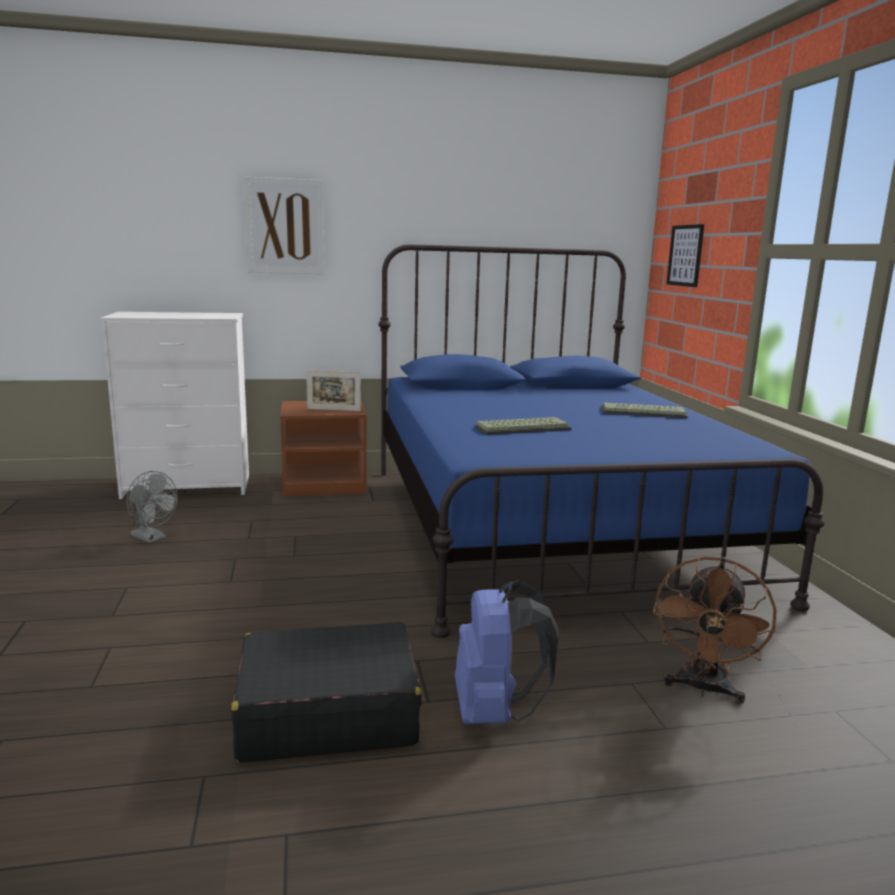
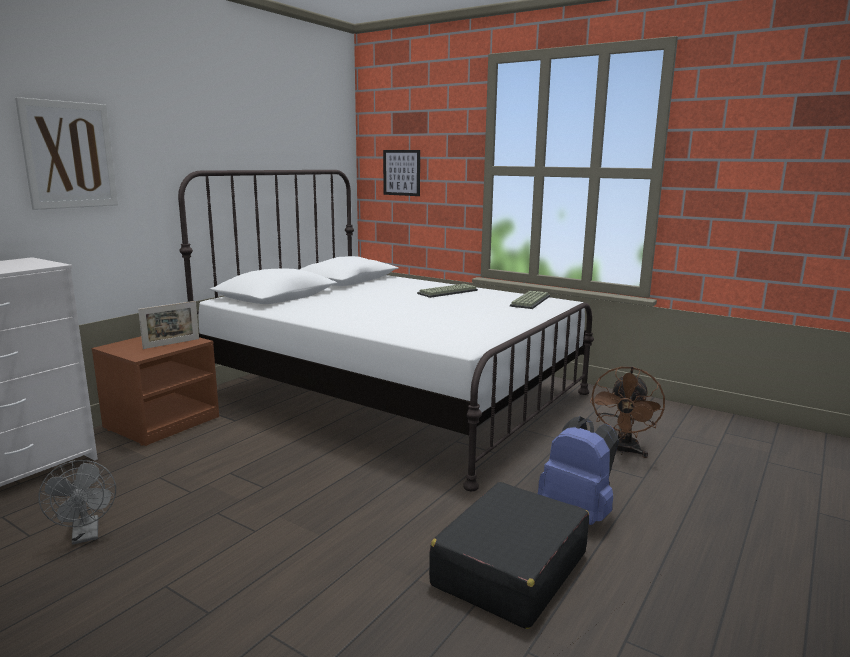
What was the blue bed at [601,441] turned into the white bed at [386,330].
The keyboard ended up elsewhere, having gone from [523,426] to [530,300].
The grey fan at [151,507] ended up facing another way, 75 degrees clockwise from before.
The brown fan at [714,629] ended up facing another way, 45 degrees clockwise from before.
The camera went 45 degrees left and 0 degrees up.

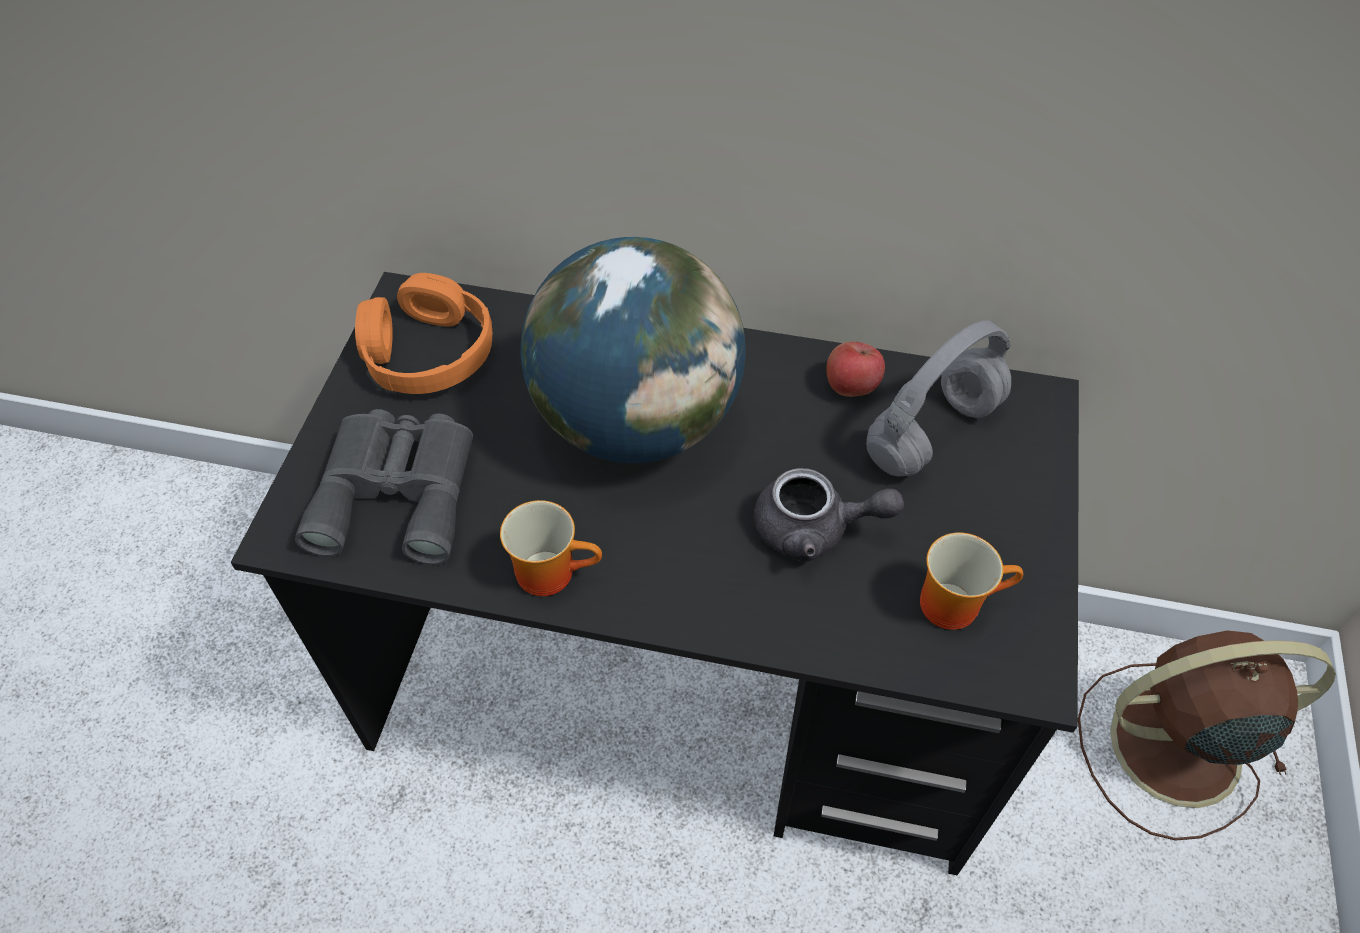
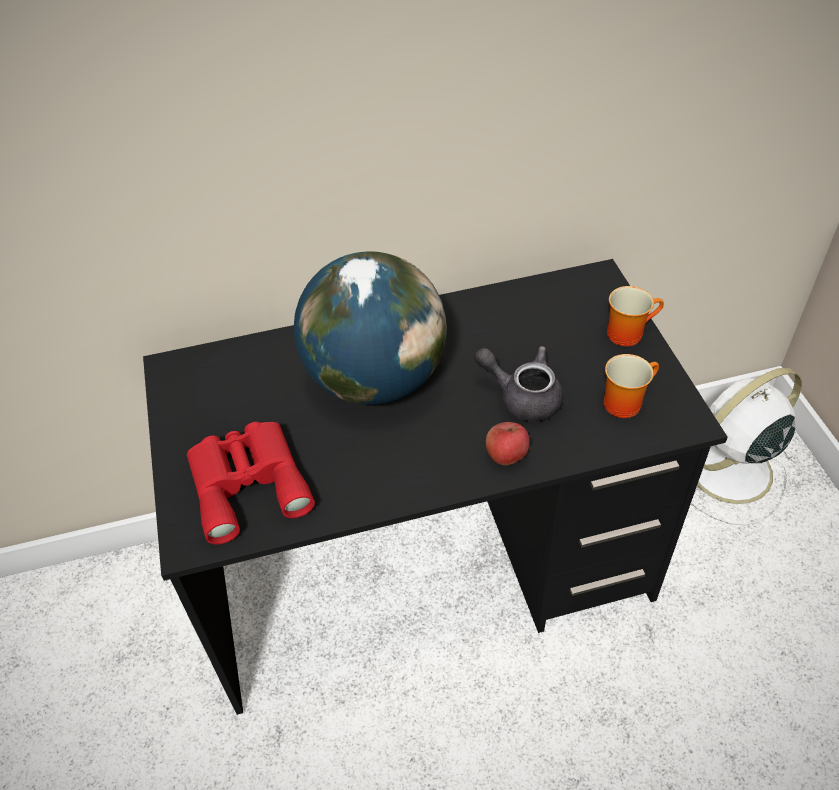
The second view lost the orange headphones at [424,333].
The second view lost the grey headphones at [938,398].
The apple ended up elsewhere, having gone from [855,369] to [508,443].
What was the grey binoculars at [384,487] turned into the red binoculars at [251,483].
The grey teapot at [829,515] ended up facing another way, 135 degrees counterclockwise from before.
The mug ended up elsewhere, having gone from [551,548] to [635,316].
What was the brown fan at [1207,735] turned into the white fan at [746,446].
The camera went 25 degrees left and 5 degrees down.

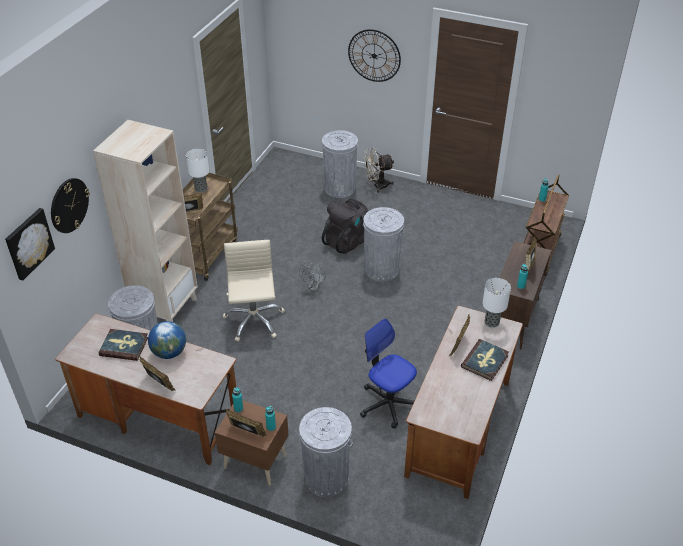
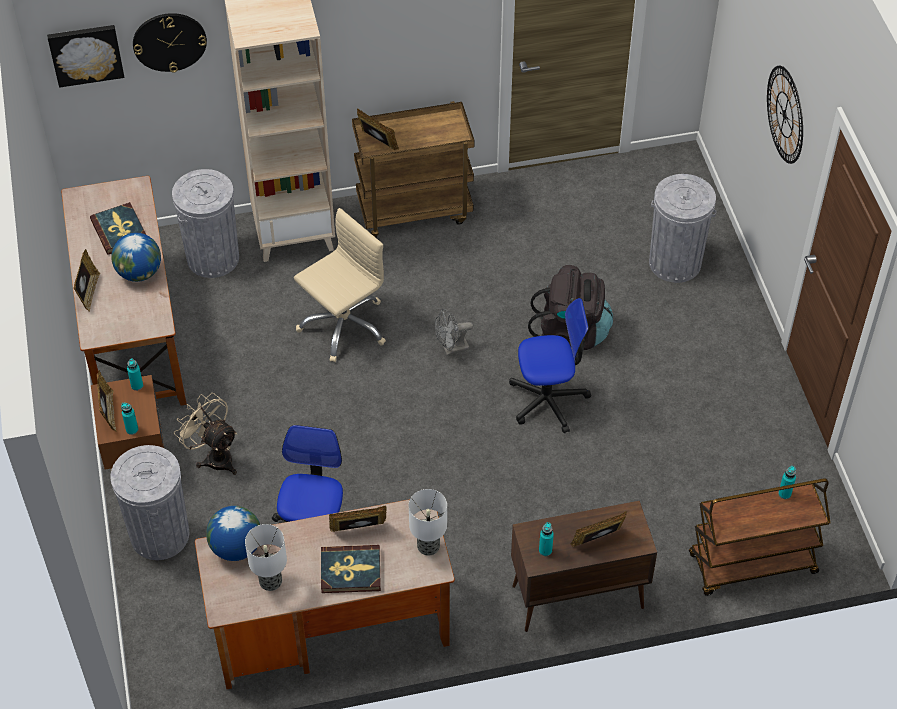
The beige fan ended up elsewhere, having gone from [379,170] to [205,434].
The table lamp ended up elsewhere, having gone from [197,171] to [266,557].
Where the grey trash can stood at [383,244], the office chair came to stand at [550,365].
The second view gained the globe at [233,533].
The camera went 55 degrees right and 10 degrees up.

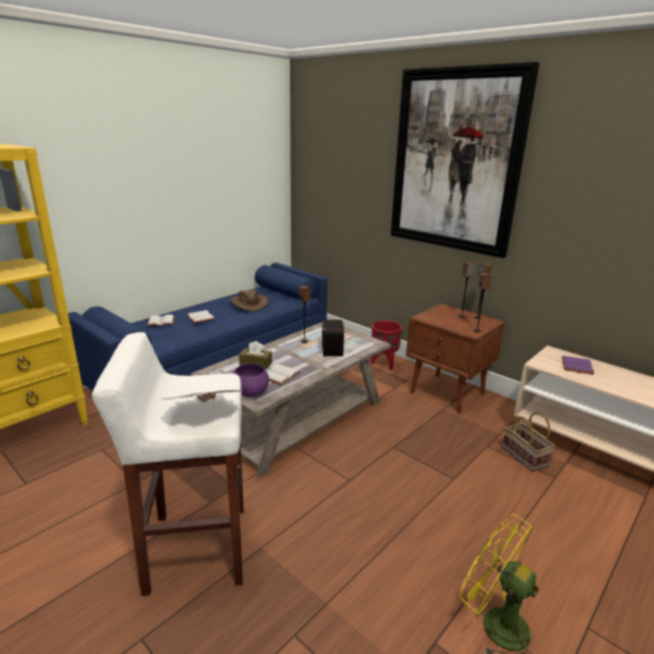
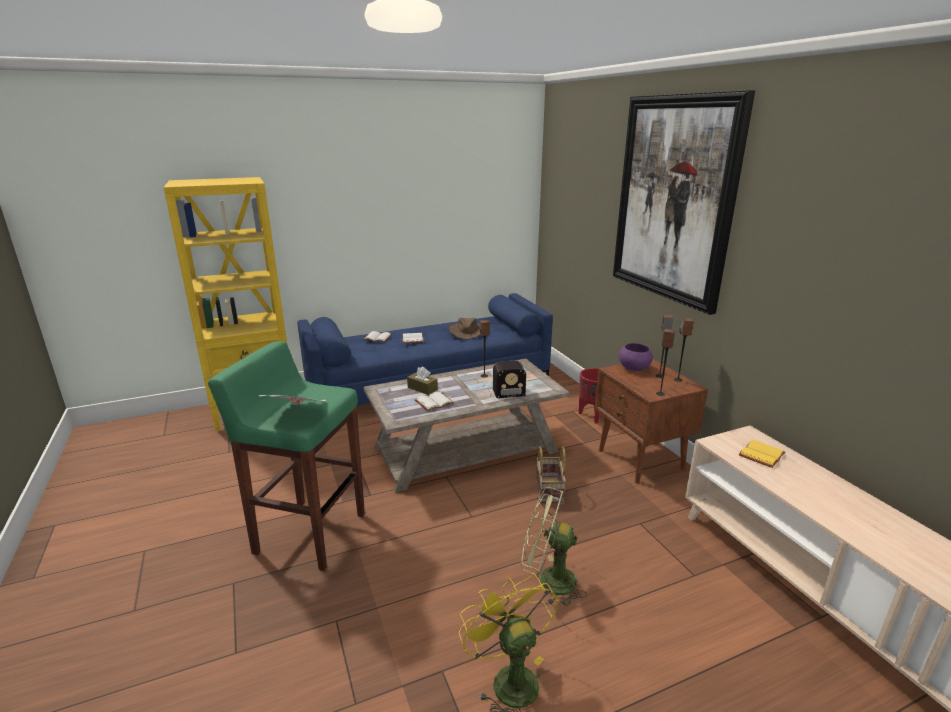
The radio at [328,342] ended up facing another way, 60 degrees clockwise from before.
What was the white stool at [168,464] turned into the green stool at [286,456].
What was the purple book at [577,365] turned into the yellow book at [762,454].
The purple bowl ended up elsewhere, having gone from [251,380] to [636,357].
The basket ended up elsewhere, having gone from [528,442] to [551,475].
The second view gained the green fan at [554,546].
The camera went 25 degrees right and 0 degrees up.

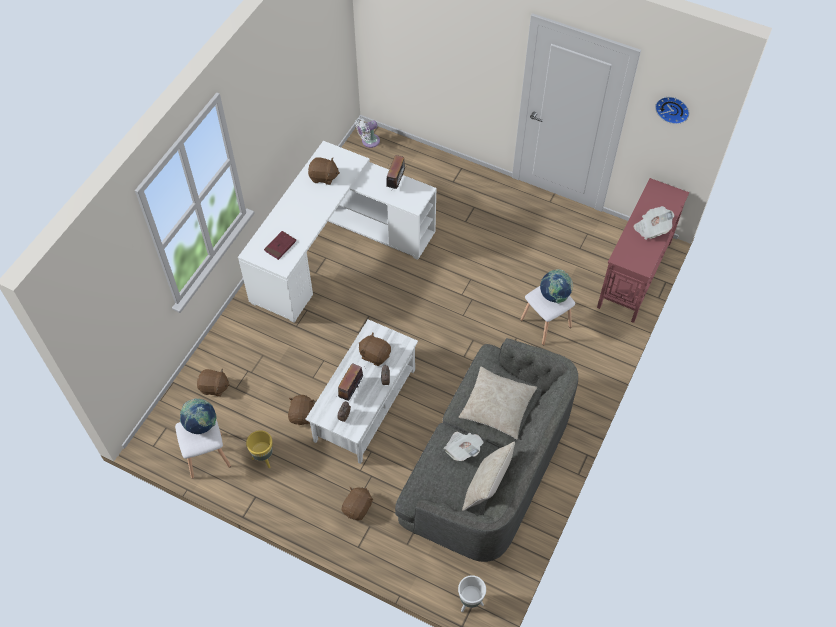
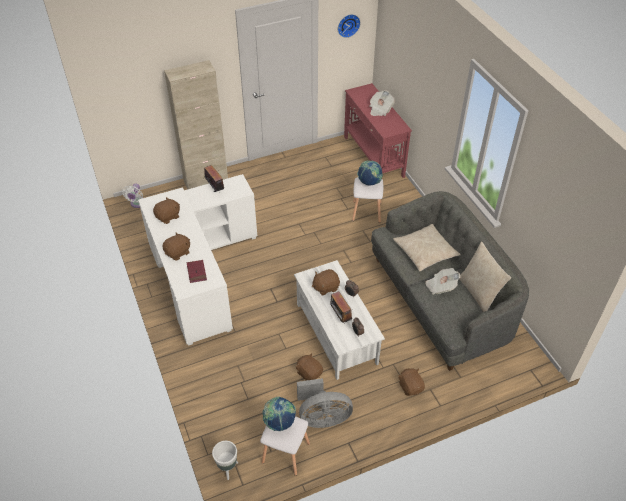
The brown plush toy ended up elsewhere, having gone from [213,383] to [176,246].
Where the yellow planter stood at [259,449], the grey fan came to stand at [325,403].
The white planter ended up elsewhere, having gone from [472,593] to [225,460].
The second view gained the beige cabinet at [196,124].
The camera went 50 degrees left and 10 degrees down.

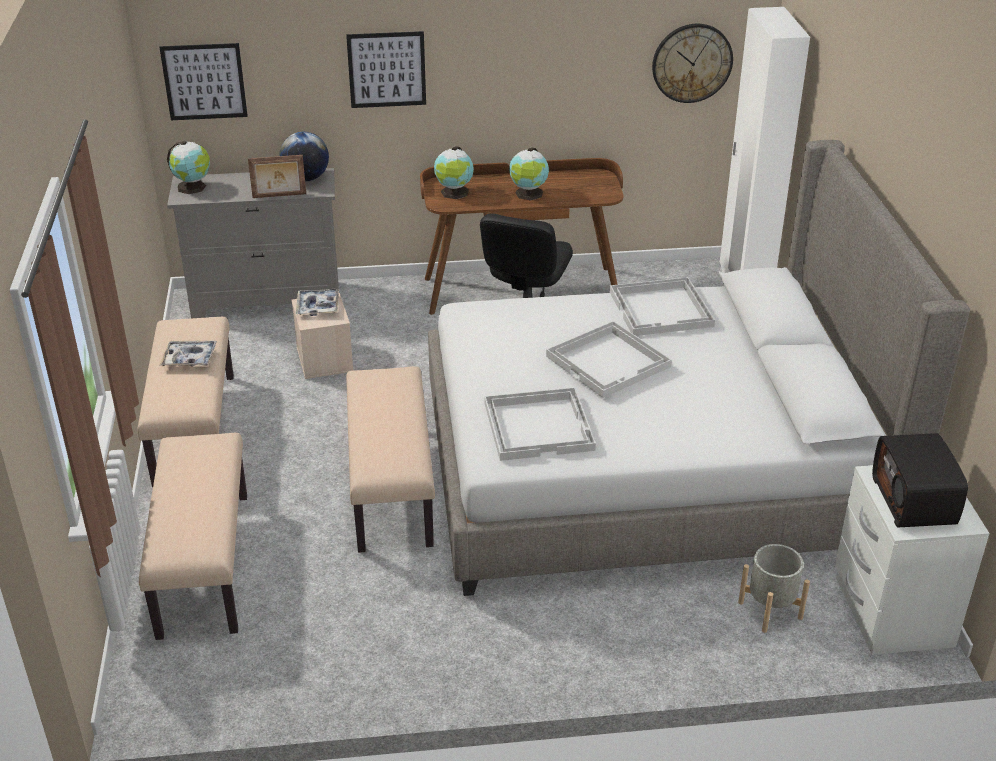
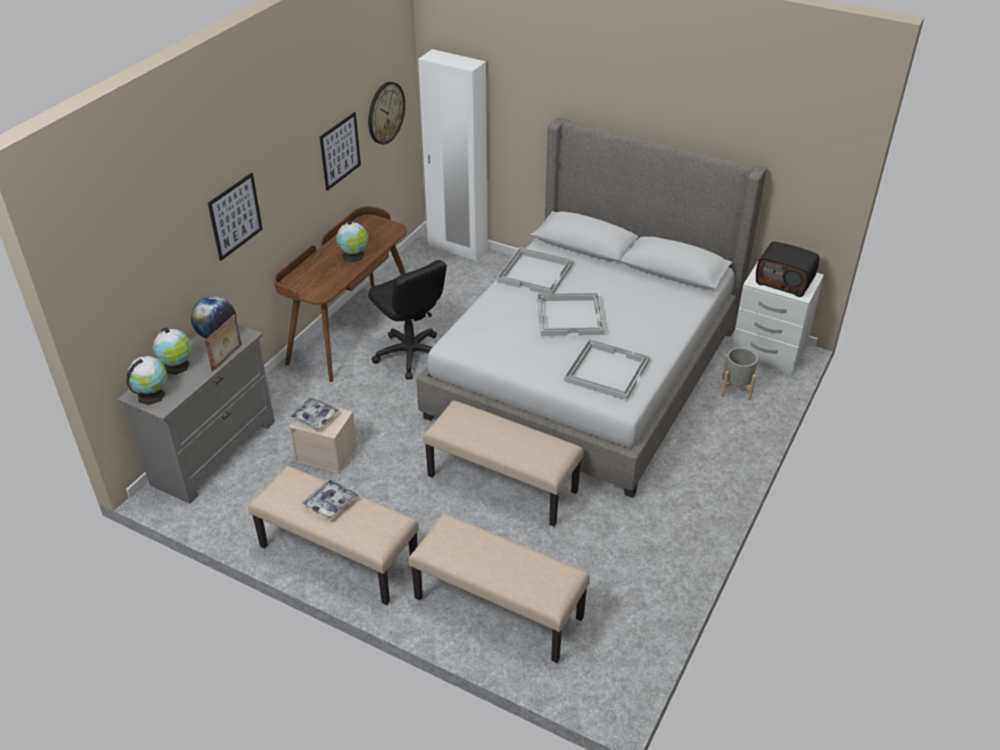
The picture ended up elsewhere, having gone from [203,81] to [340,151].
The globe ended up elsewhere, having gone from [454,172] to [172,351].
The camera went 55 degrees left and 5 degrees up.

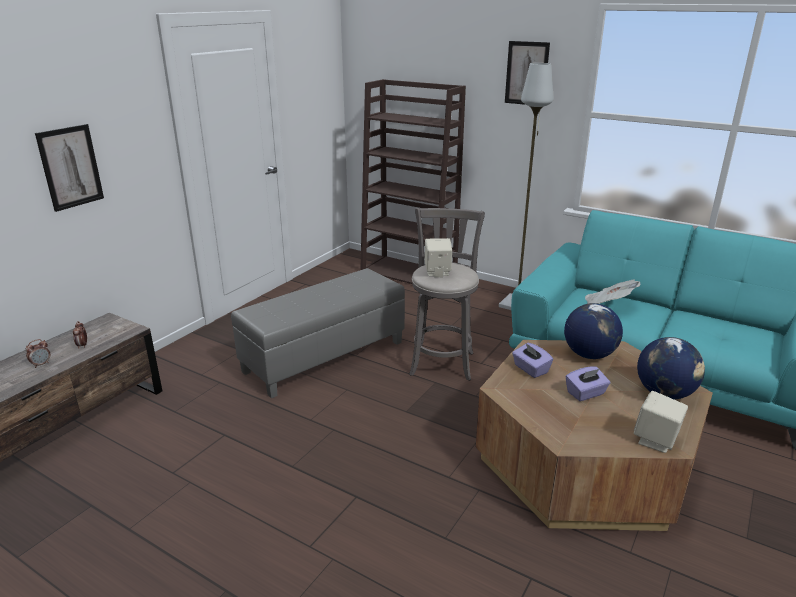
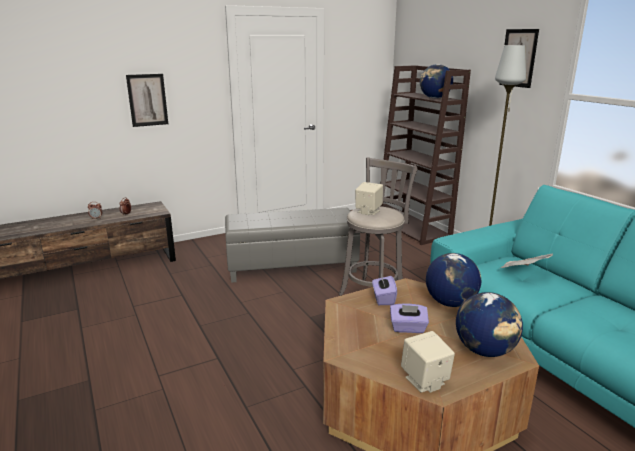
The second view gained the globe at [436,81].
The camera went 30 degrees right and 5 degrees down.

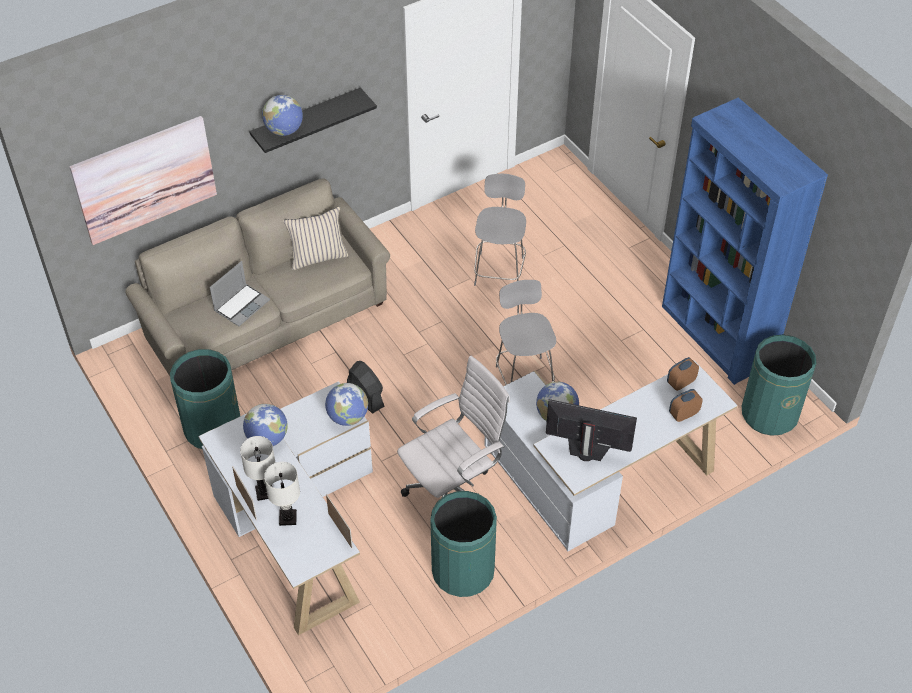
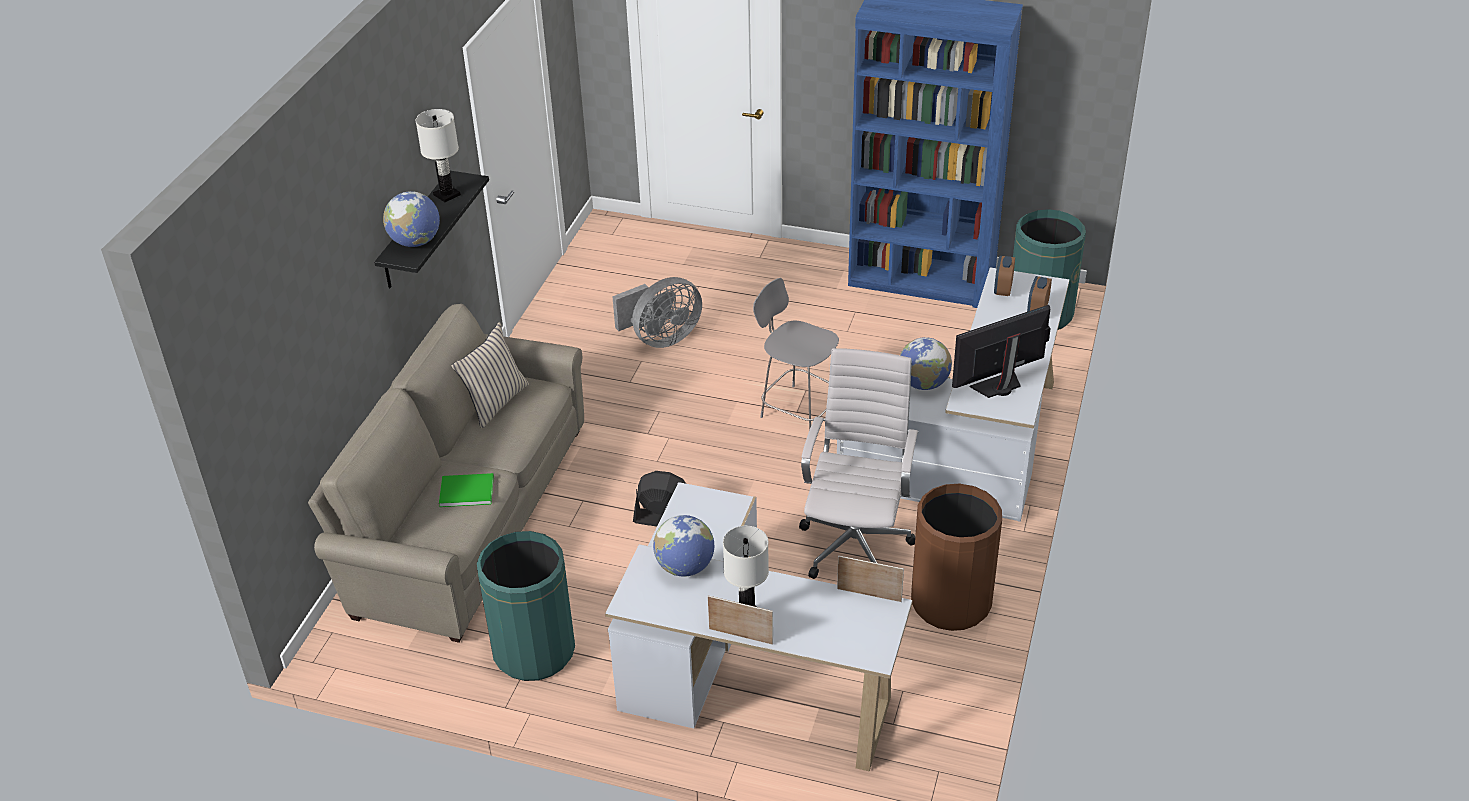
The second view lost the picture at [143,180].
Where the grey chair stood at [500,230], the grey fan came to stand at [657,312].
Where the laptop stood at [240,293], the green book came to stand at [466,490].
The second view lost the globe at [346,404].
The white table lamp ended up elsewhere, having gone from [282,494] to [438,155].
What was the green trash can at [463,544] turned into the brown trash can at [956,557].
The camera went 40 degrees left and 10 degrees down.

